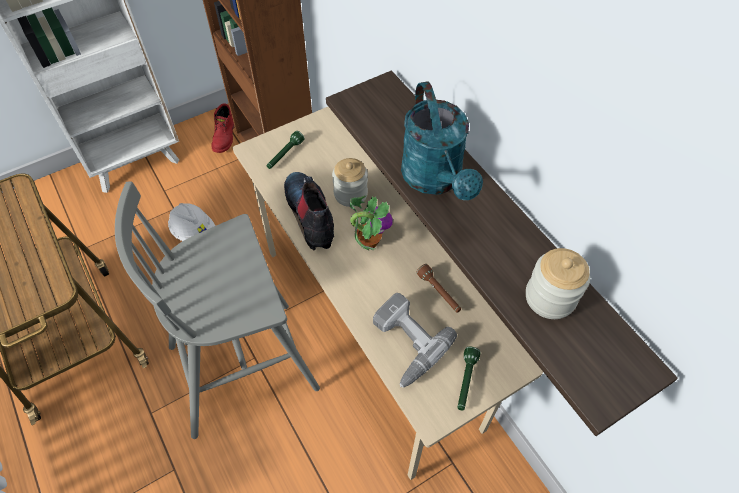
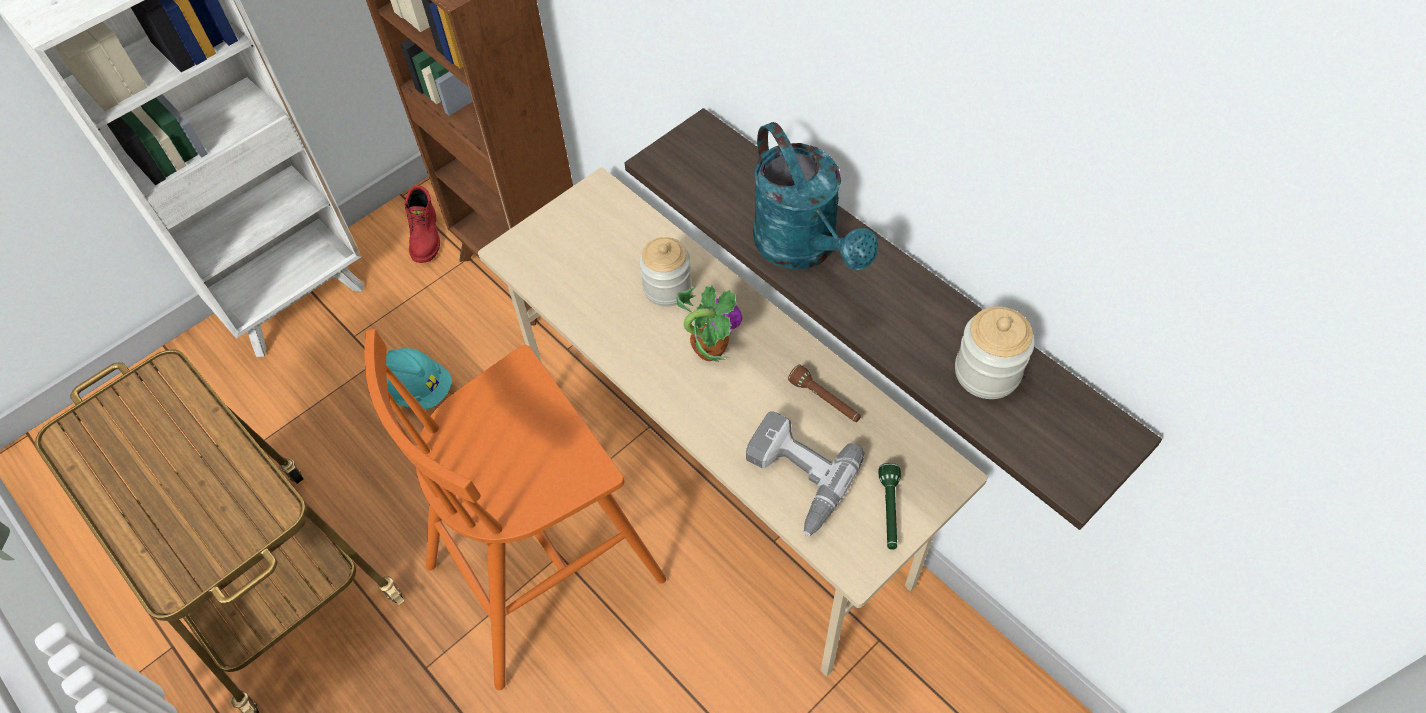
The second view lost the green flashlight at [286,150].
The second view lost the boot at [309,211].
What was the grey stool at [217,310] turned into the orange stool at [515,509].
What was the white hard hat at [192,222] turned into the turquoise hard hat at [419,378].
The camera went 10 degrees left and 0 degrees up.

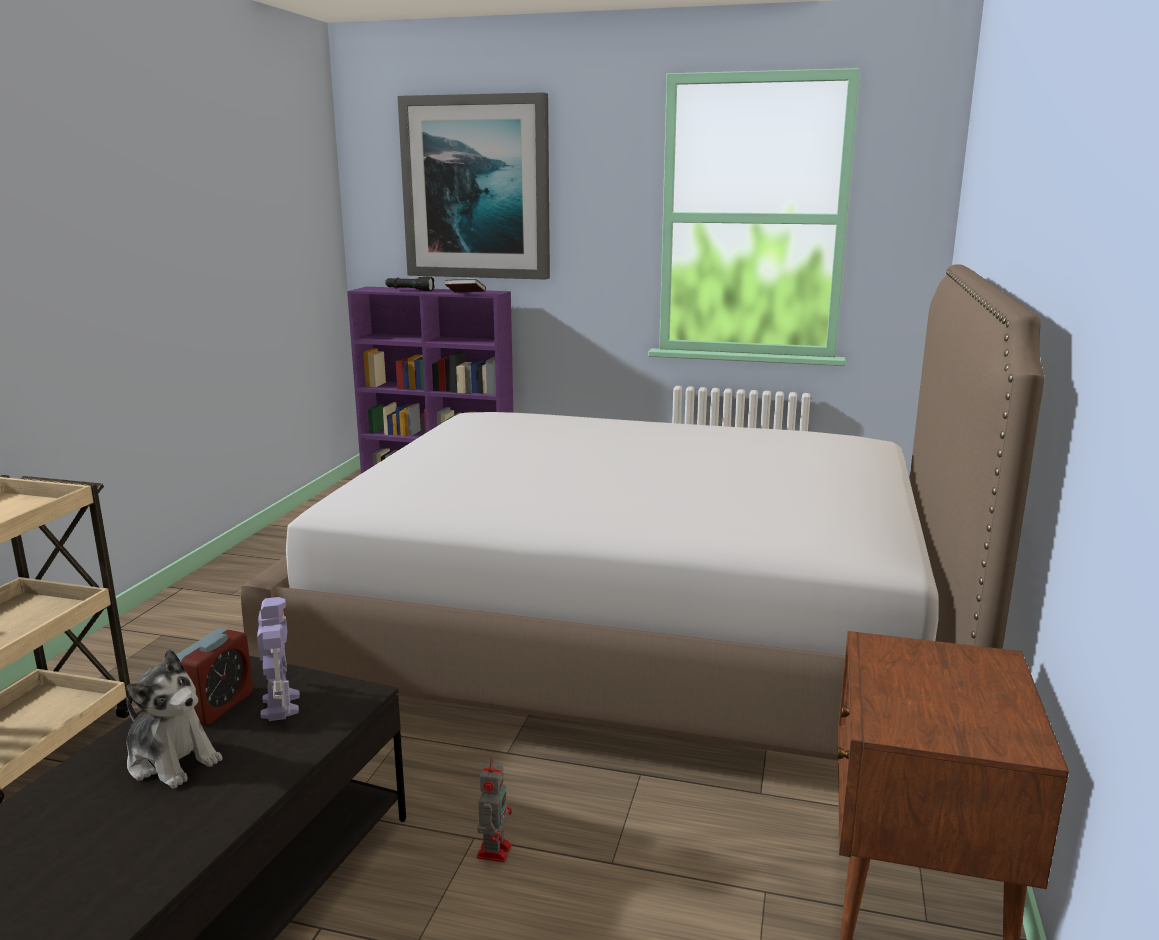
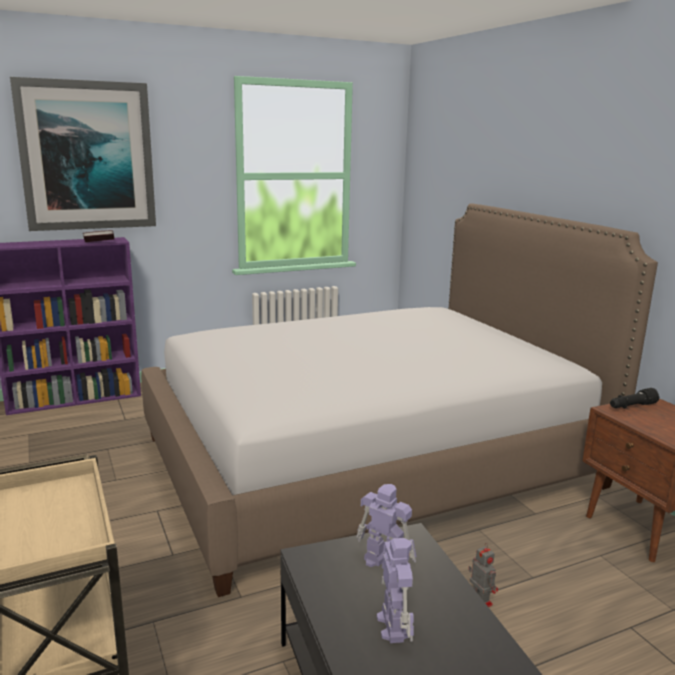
The black flashlight ended up elsewhere, having gone from [410,284] to [634,398].
The second view lost the alarm clock at [214,676].
Where the plush toy stood at [174,718], the toy robot came to stand at [395,590].
The camera went 40 degrees left and 0 degrees up.

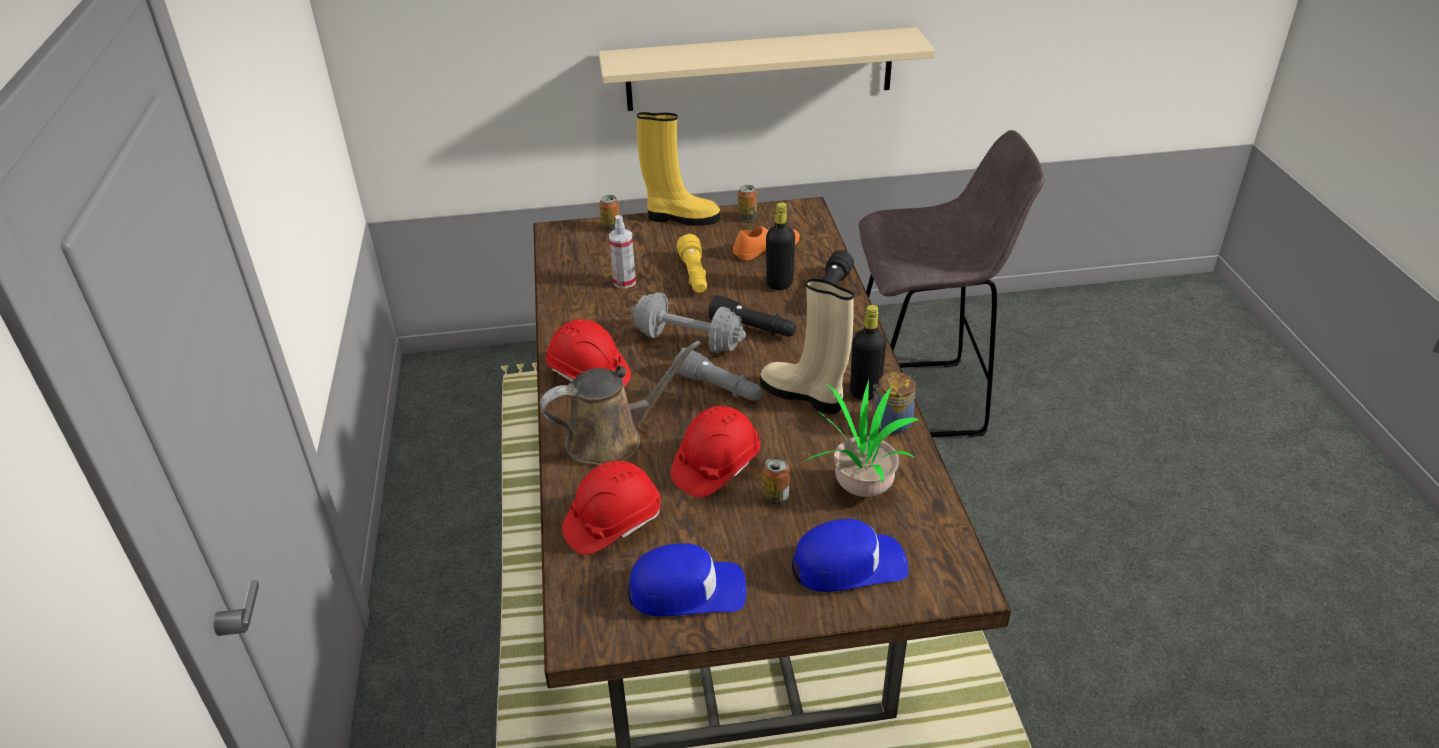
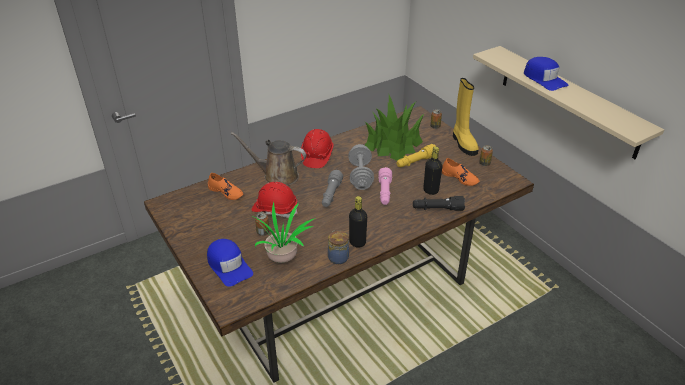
The second view lost the grey stool at [952,283].
Where the spray bottle stood at [622,252], the potted plant came to stand at [395,128].
The second view lost the beige boot at [807,346].
What was the black flashlight at [752,316] turned into the pink flashlight at [385,186].
The brown watering can at [620,403] ended up facing another way, 150 degrees clockwise from before.
Where the red hard hat stood at [611,508], the orange shoe came to stand at [226,186].
The blue cap ended up elsewhere, having gone from [687,580] to [546,74].
The camera went 65 degrees right and 0 degrees up.

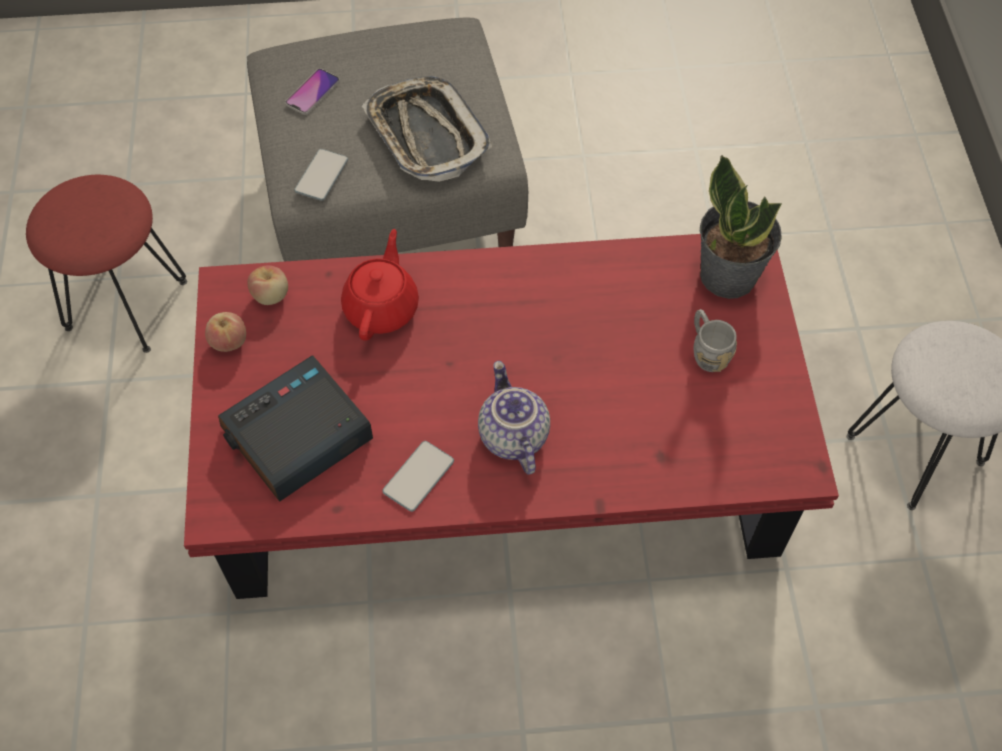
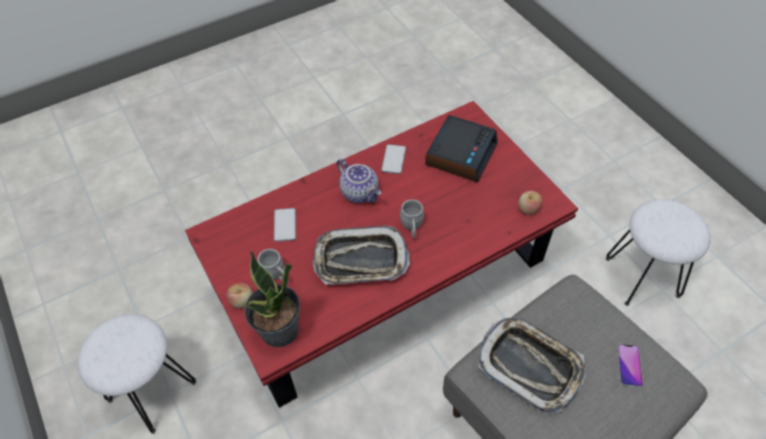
The phone ended up elsewhere, having gone from [321,175] to [285,225].
What was the red stool at [106,264] turned into the white stool at [658,252].
The second view lost the red teapot at [380,285].
The apple ended up elsewhere, having gone from [225,332] to [239,295].
The second view gained the grey mug at [412,218].
The second view gained the tray at [361,255].
The camera went 155 degrees right and 5 degrees down.

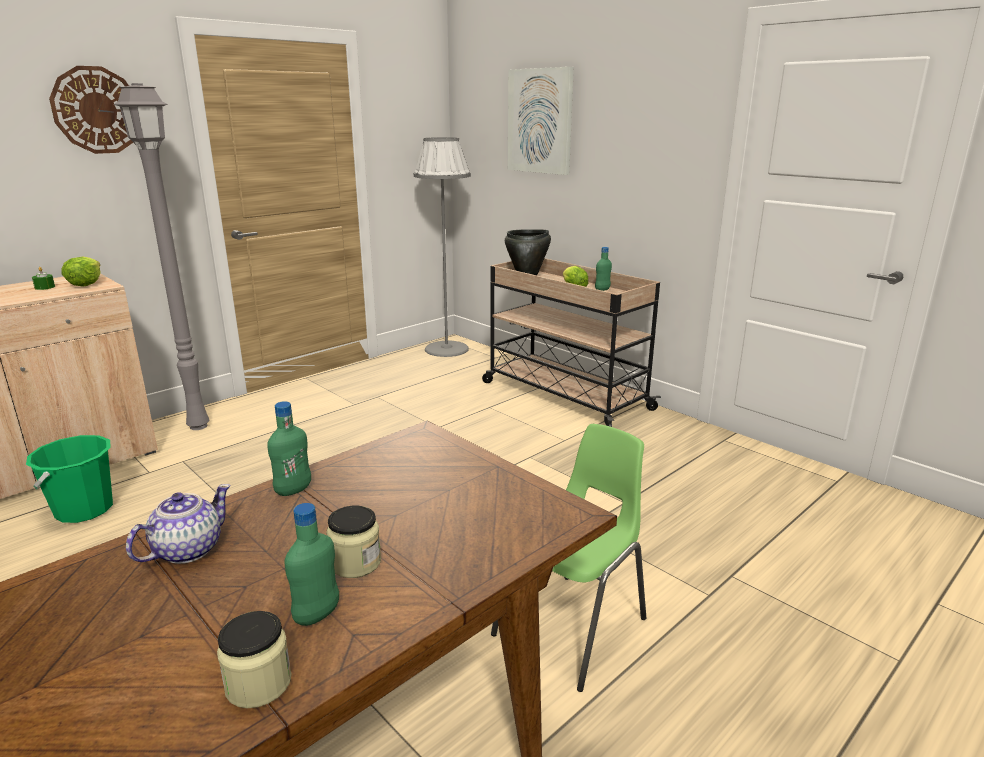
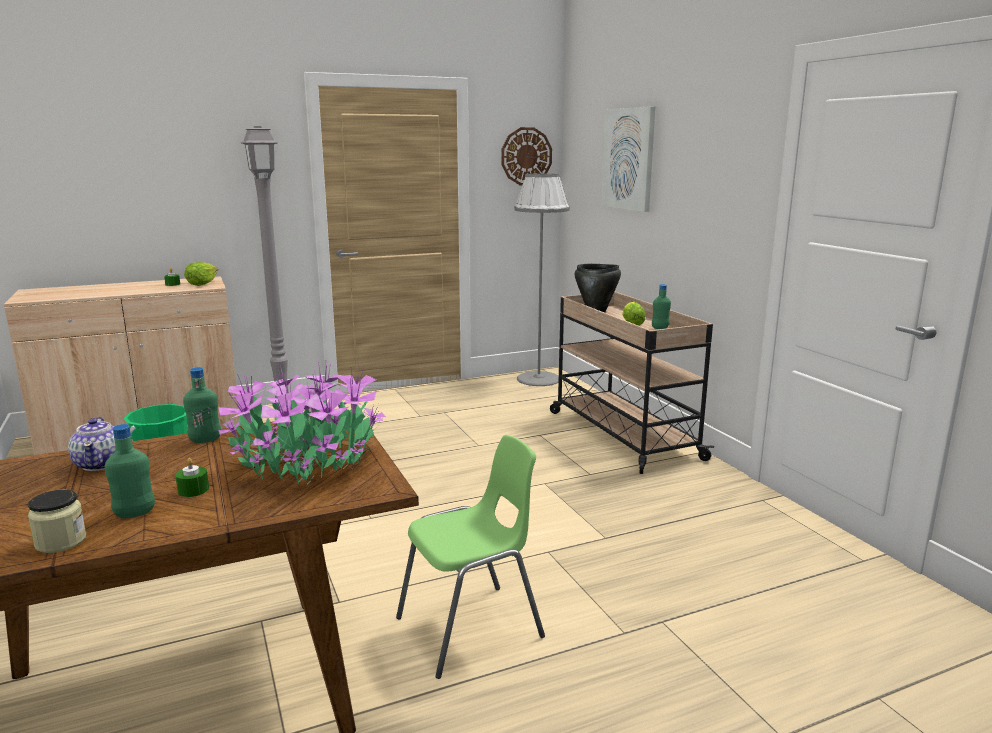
The wall clock ended up elsewhere, having gone from [91,110] to [526,156].
The teapot at [178,524] ended up facing another way, 105 degrees clockwise from before.
Where the jar stood at [353,542], the green candle came to stand at [192,477].
The second view gained the potted plant at [302,423].
The camera went 20 degrees right and 5 degrees down.

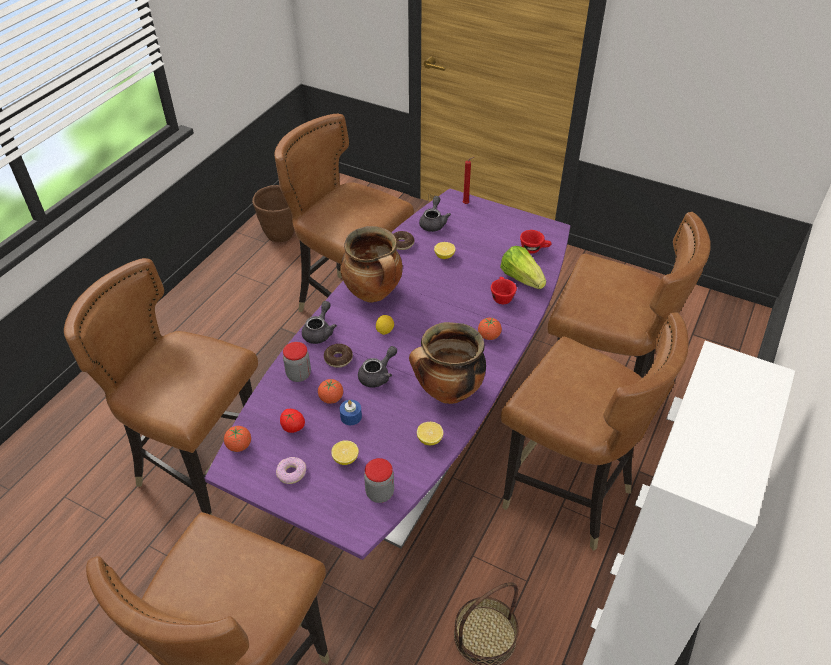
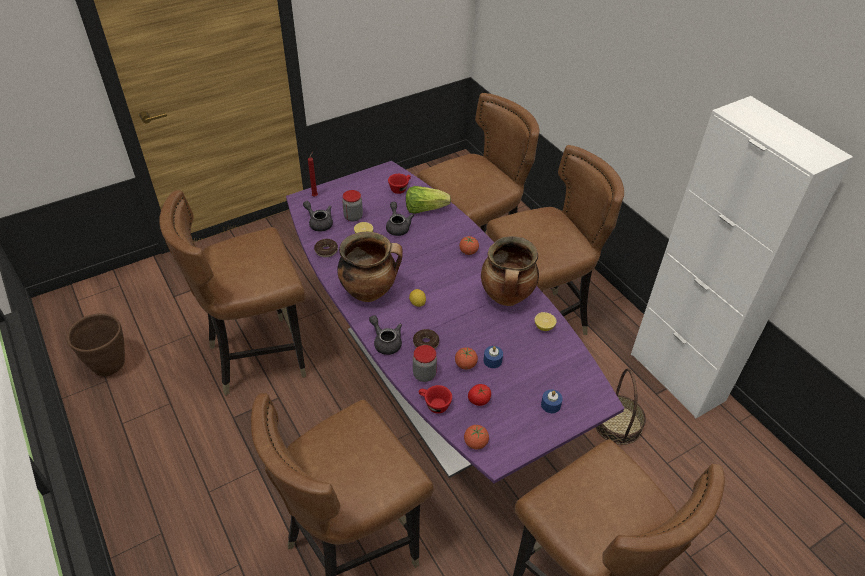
The red cup ended up elsewhere, having gone from [504,290] to [435,399].
The grey teapot ended up elsewhere, having gone from [377,367] to [400,219].
The second view lost the lemon at [345,452].
The second view lost the donut at [291,470].
The jar ended up elsewhere, having gone from [379,480] to [352,206].
The second view gained the blue candle at [552,401].
The camera went 60 degrees left and 0 degrees up.

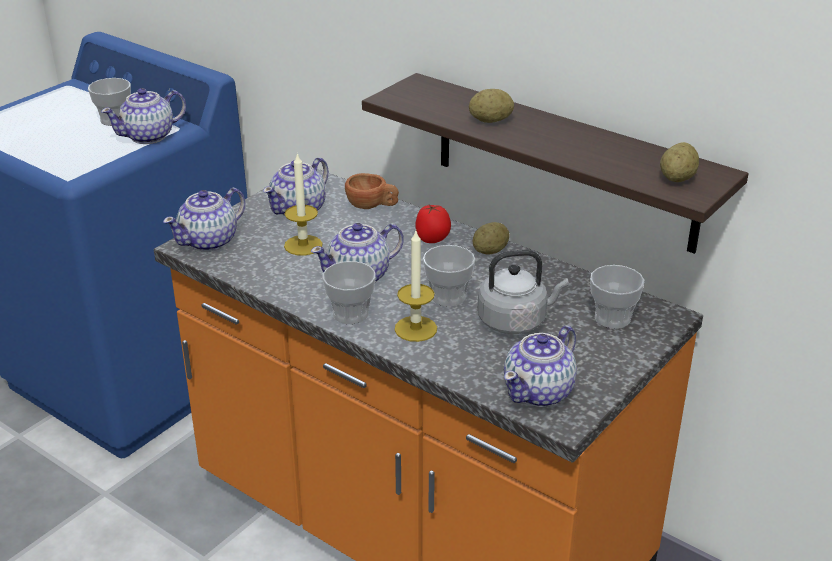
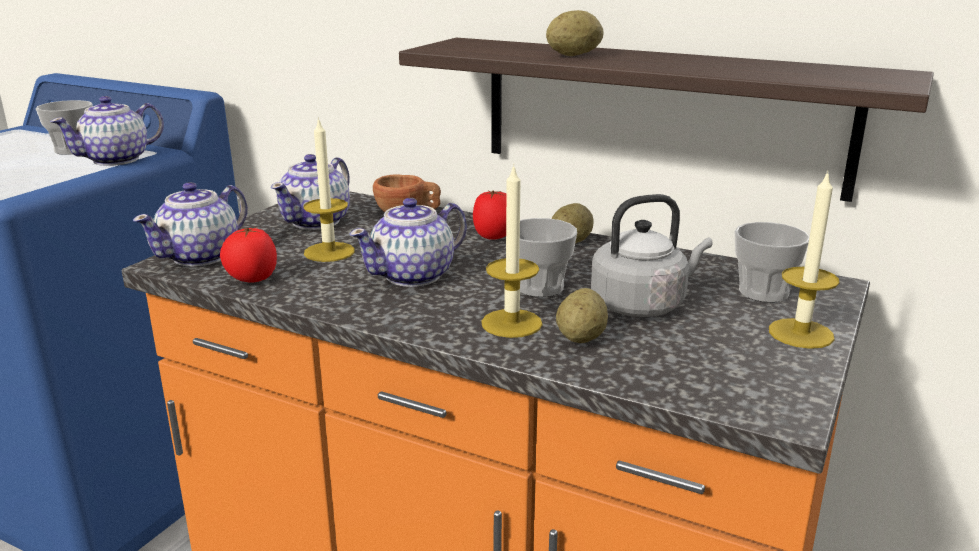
The potato ended up elsewhere, having gone from [679,162] to [582,315].
The second view lost the cup at [349,292].
The second view lost the teapot at [540,366].
The second view gained the candle at [804,259].
The second view gained the tomato at [248,255].
The camera went 10 degrees left and 10 degrees down.

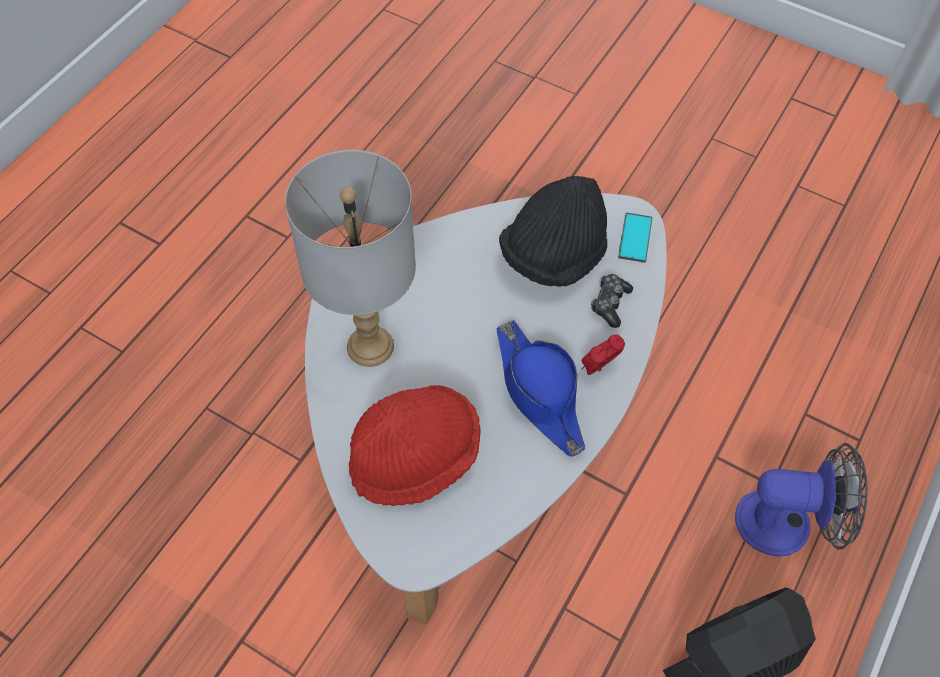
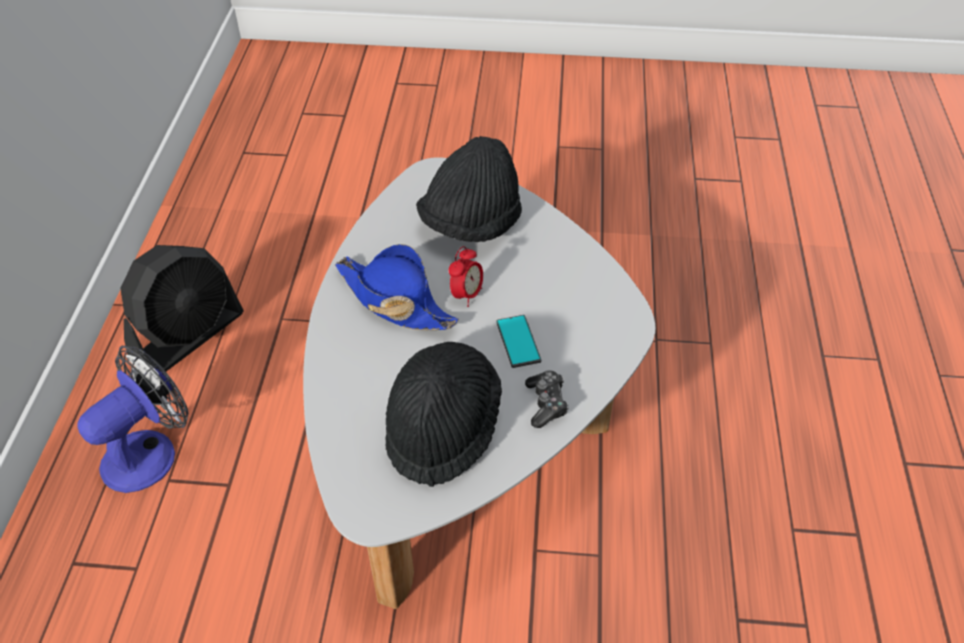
The second view lost the grey table lamp at [350,258].
The phone ended up elsewhere, having gone from [635,238] to [518,341].
The game controller ended up elsewhere, having gone from [612,301] to [547,399].
The alarm clock ended up elsewhere, having gone from [603,354] to [465,276].
What was the red hat at [415,445] turned into the black hat at [469,189].
The fan at [801,500] ended up facing another way, 150 degrees clockwise from before.
The camera went 155 degrees right and 10 degrees down.

